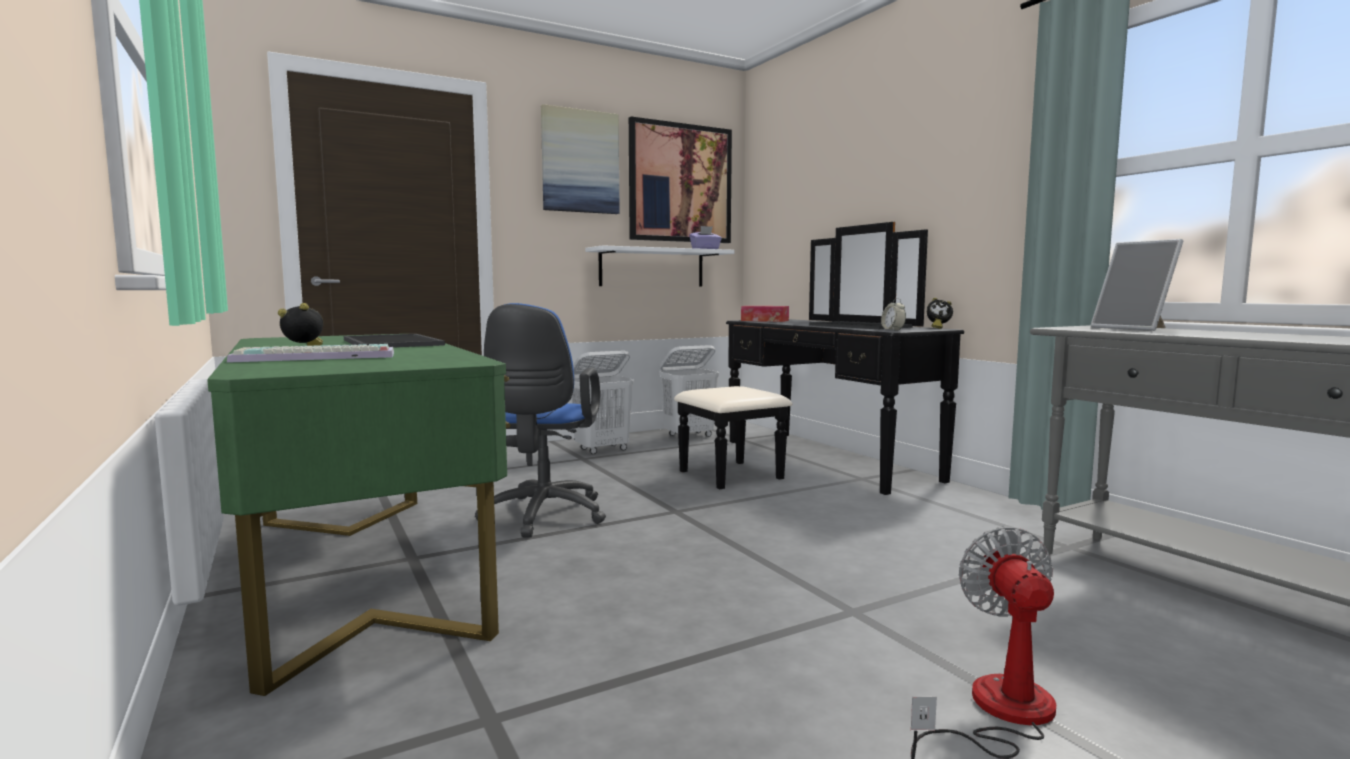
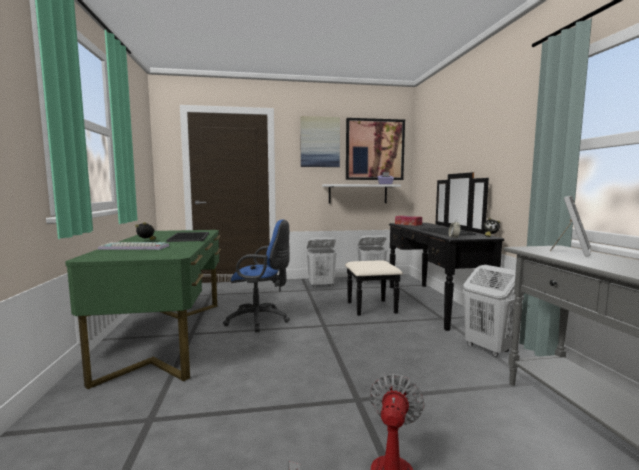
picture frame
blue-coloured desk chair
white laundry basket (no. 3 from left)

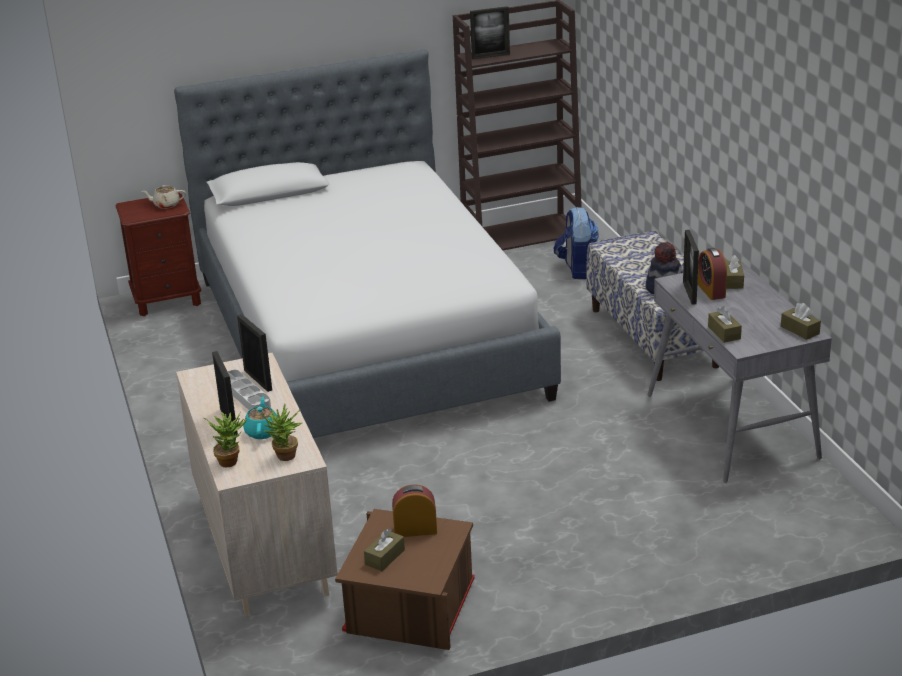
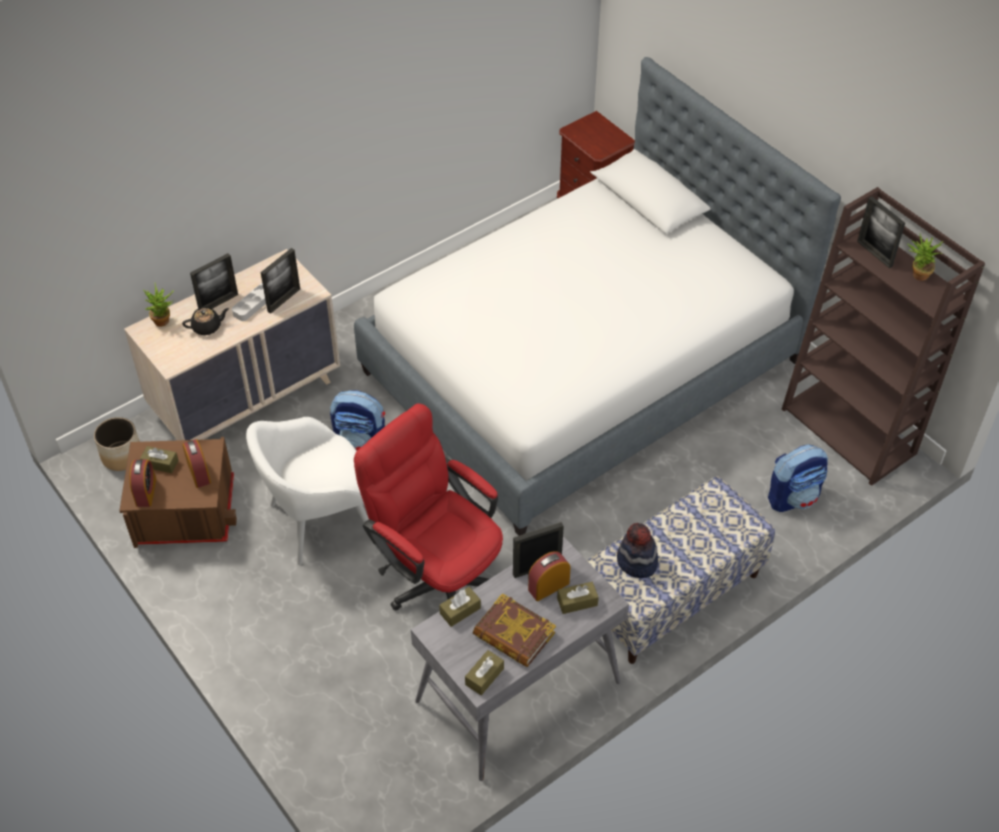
sand-coloured pot for tea
blackish pot for tea
potted plant (no. 2 from left)
backpack (no. 1 from left)
reddish desk chair
plant pot
white easy chair
table clock (no. 1 from left)
volume

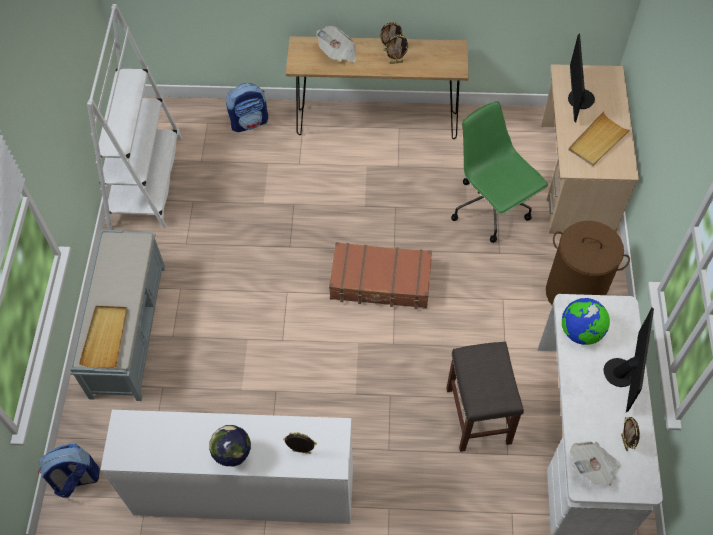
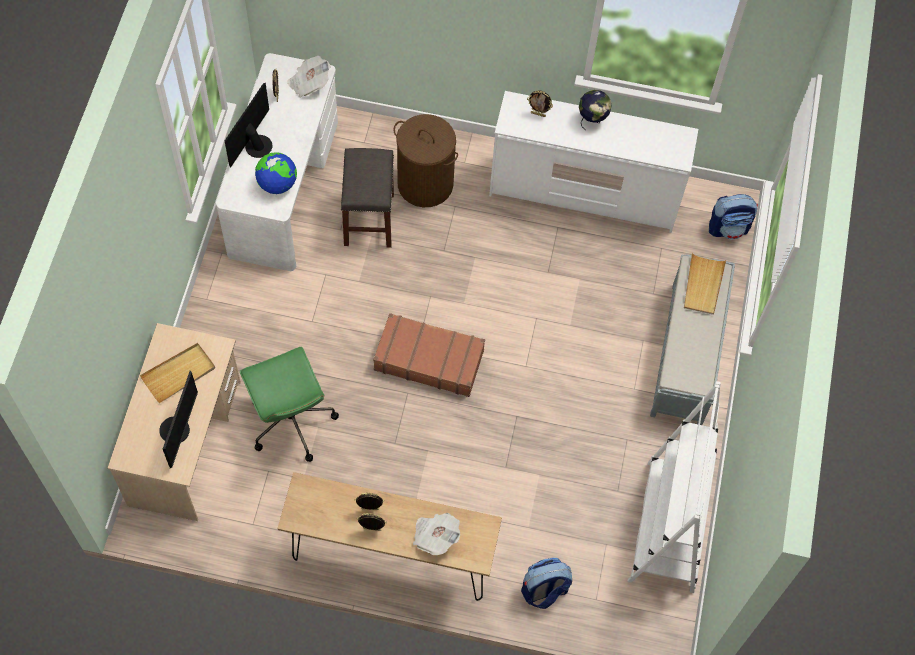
brown laundry basket

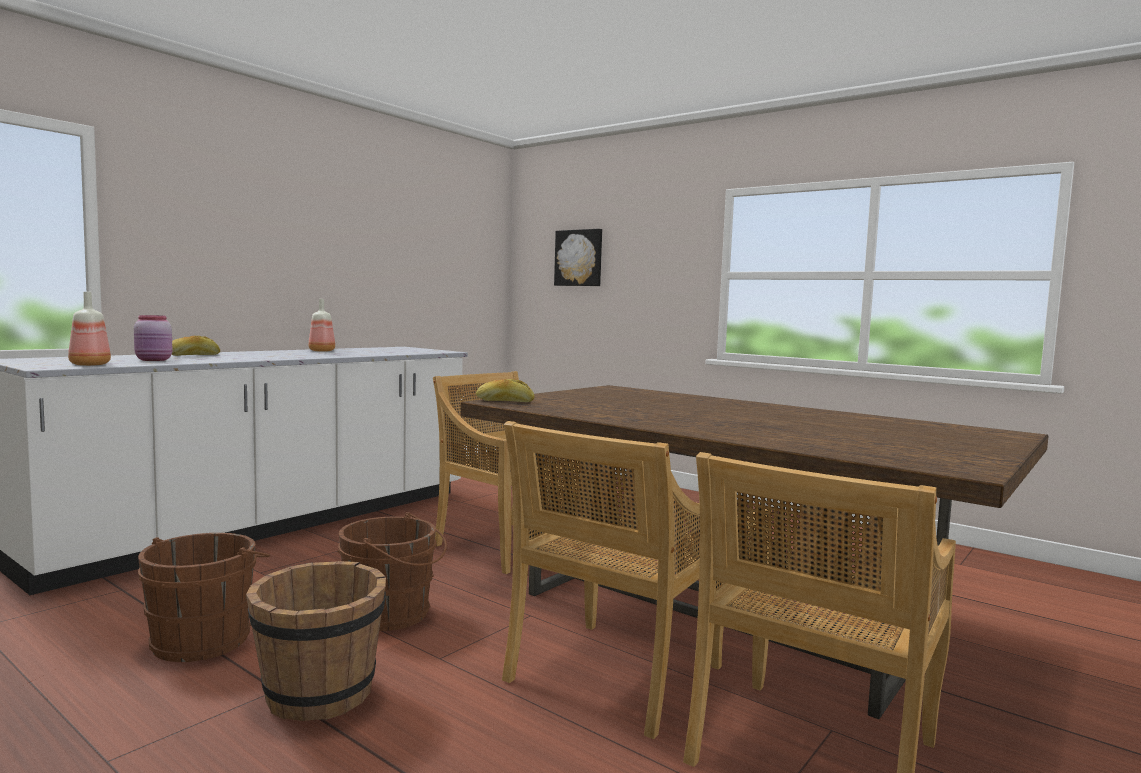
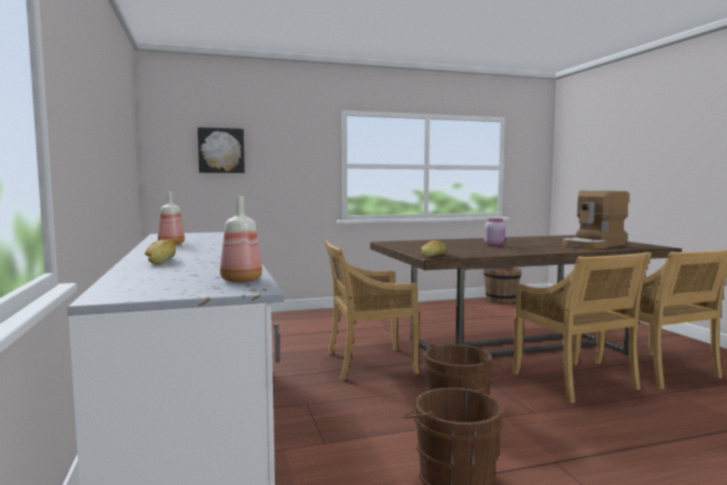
pink-coloured preserve jar
brown bucket (no. 3 from left)
coffee brewer

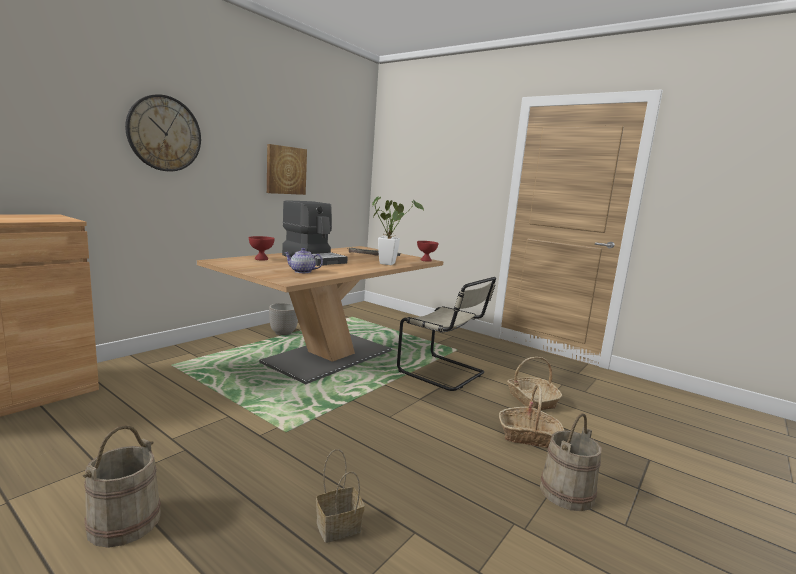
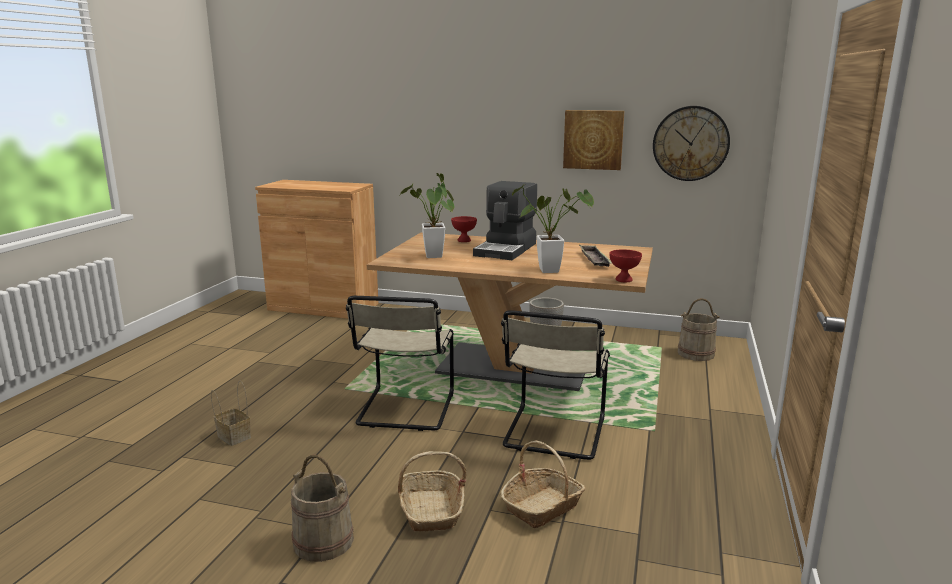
hanging clock
potted plant (no. 1 from left)
sand-coloured bucket (no. 2 from left)
sand-coloured plain chair (no. 1 from left)

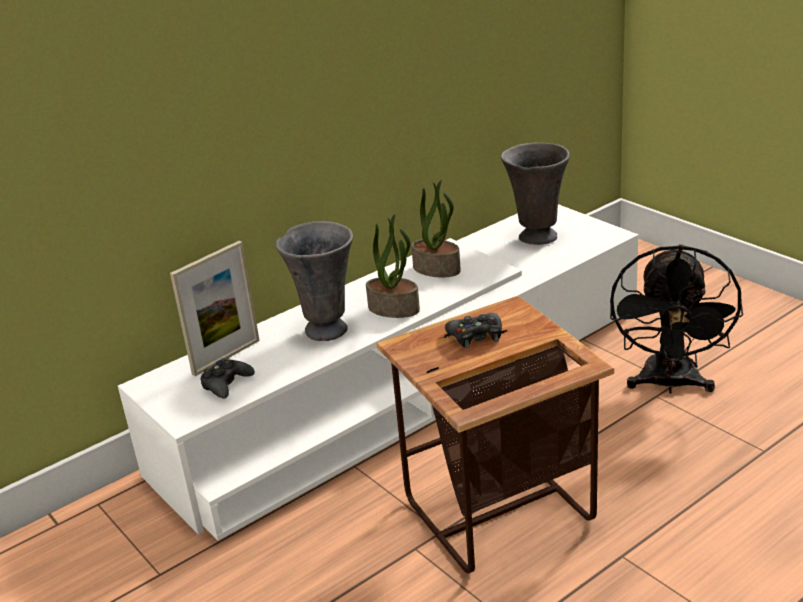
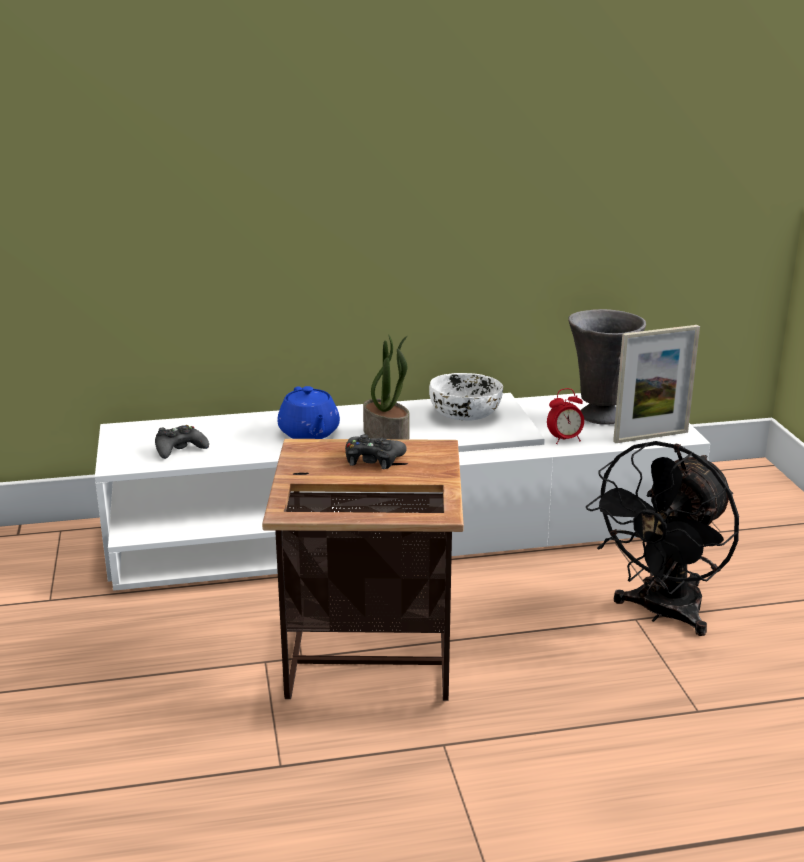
white deep dish
blue-coloured pot for tea
picture frame
table clock

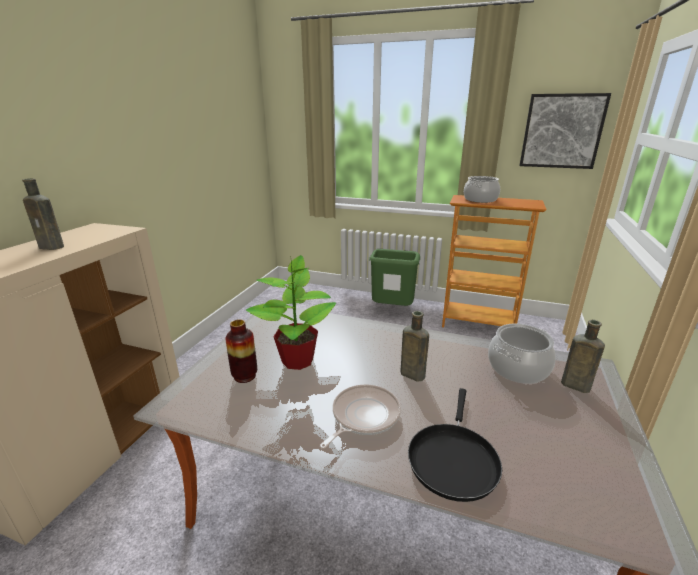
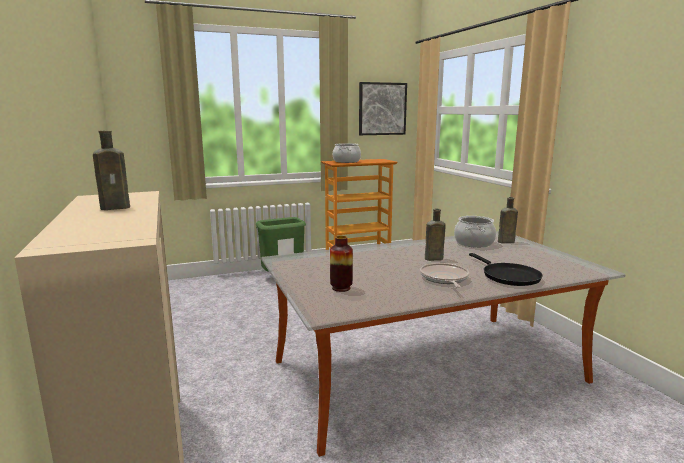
potted plant

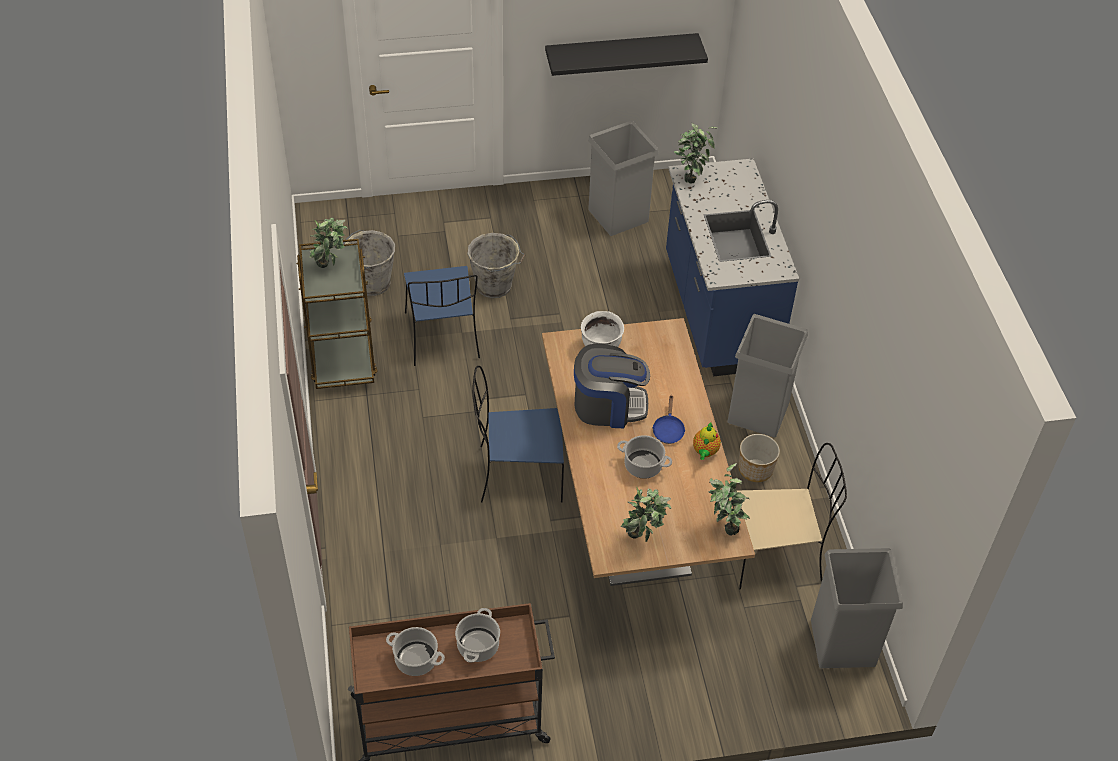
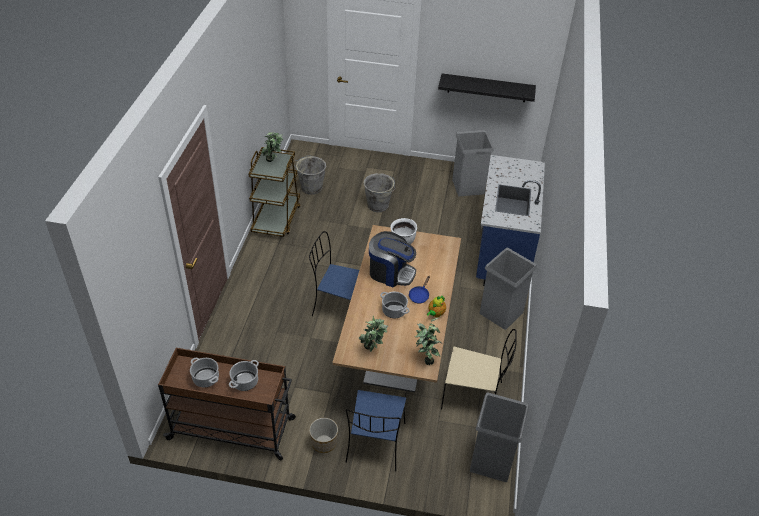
potted plant (no. 3 from left in the first image)
blue-coloured plain chair (no. 2 from left)
plant pot

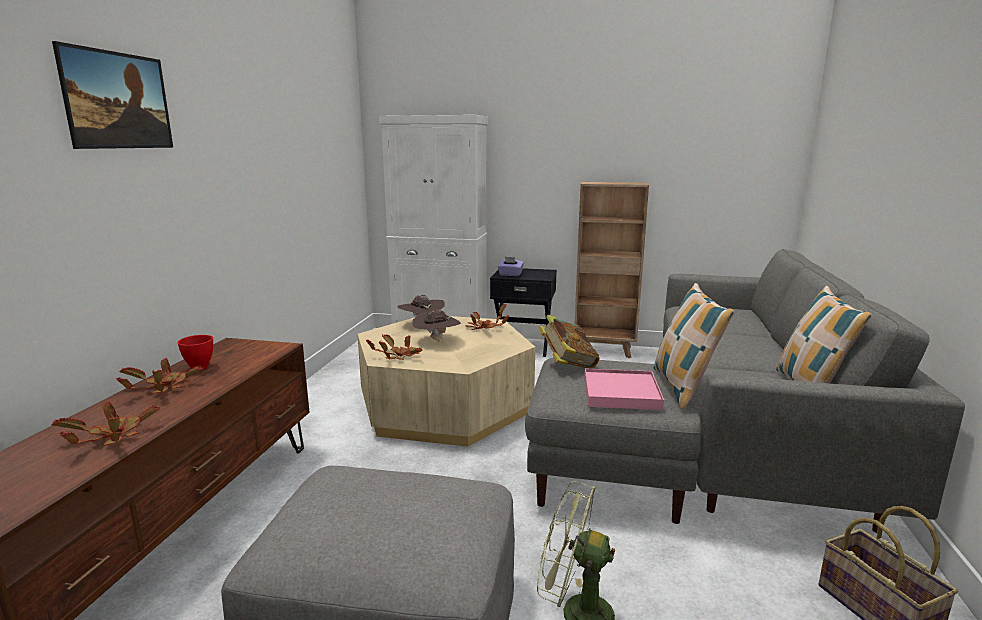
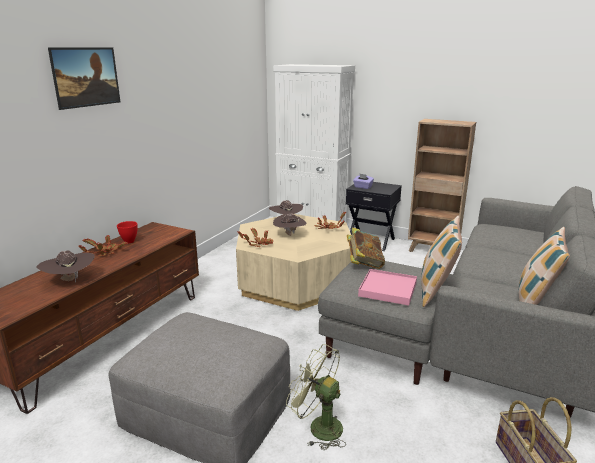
brown wearable hat (no. 1 from left)

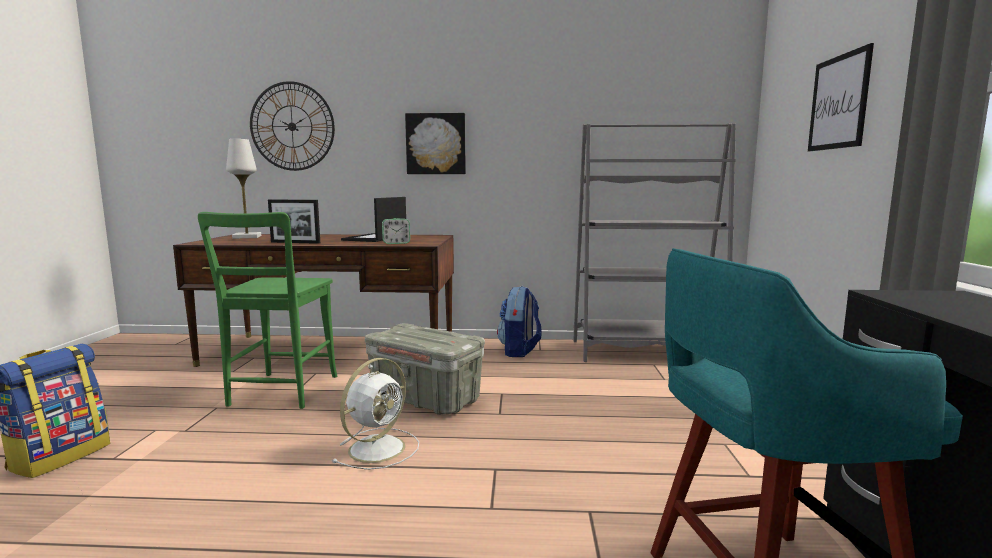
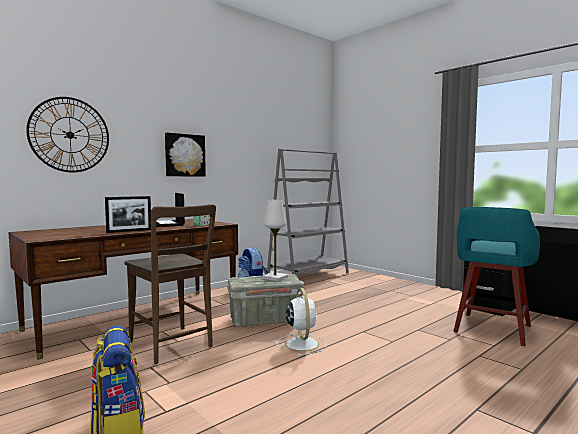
wall picture (no. 2 from left in the first image)
white lamp for a table
brown plain chair

